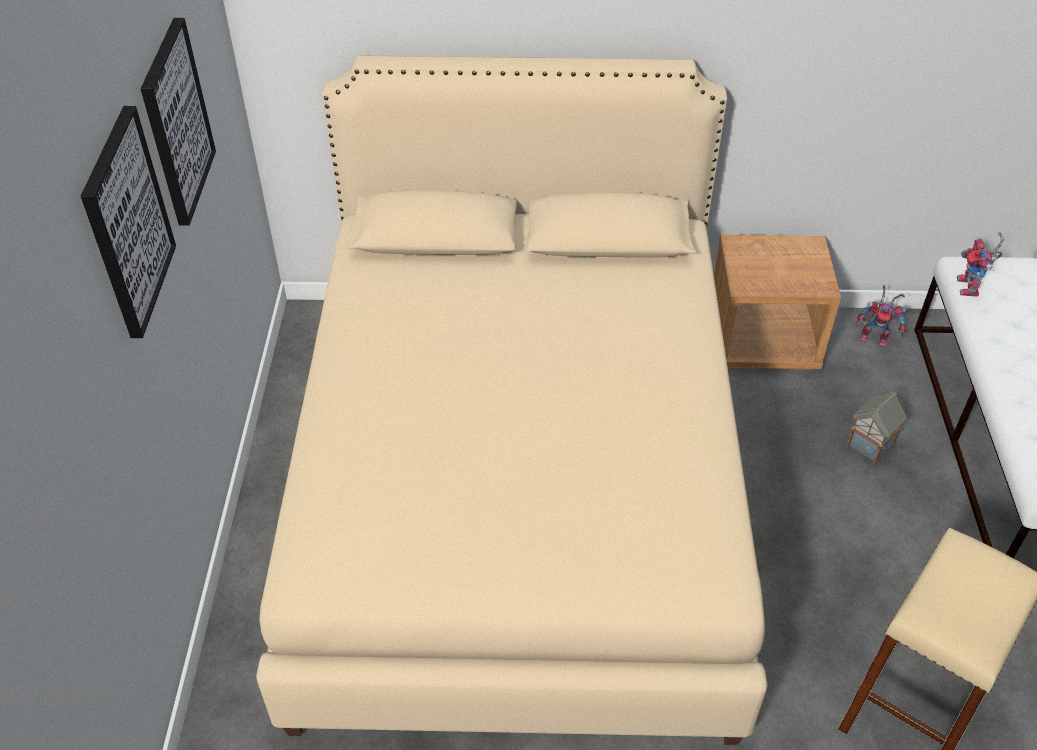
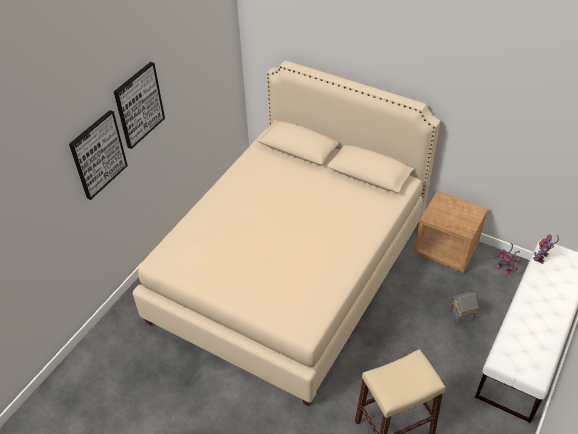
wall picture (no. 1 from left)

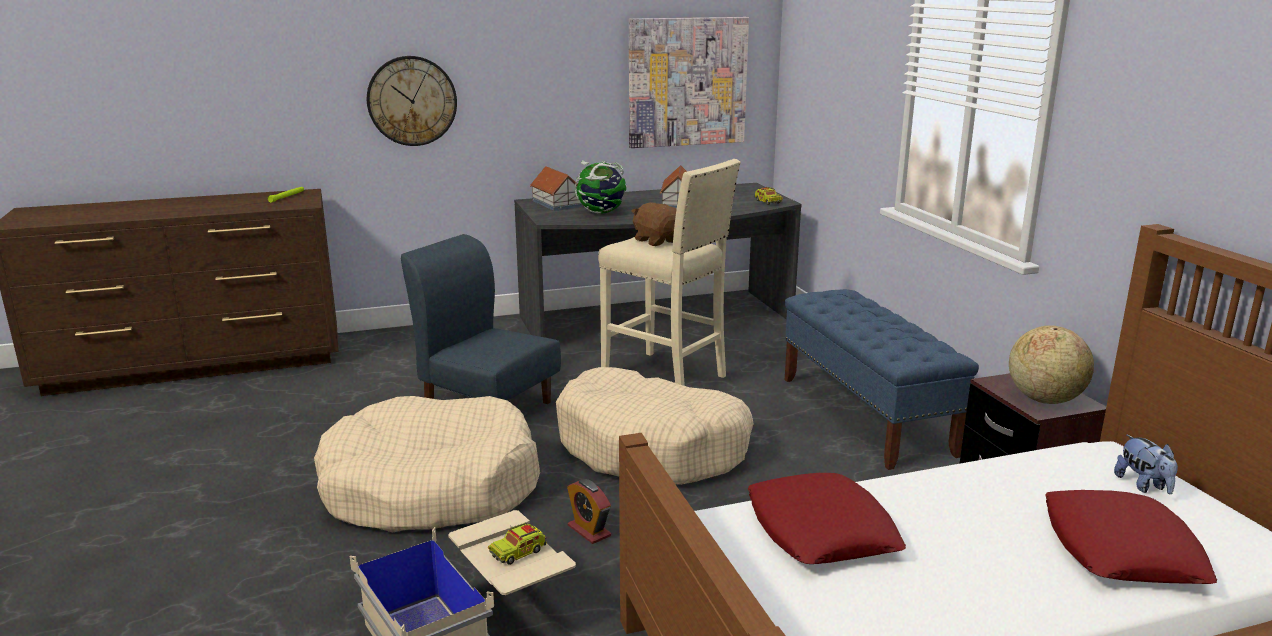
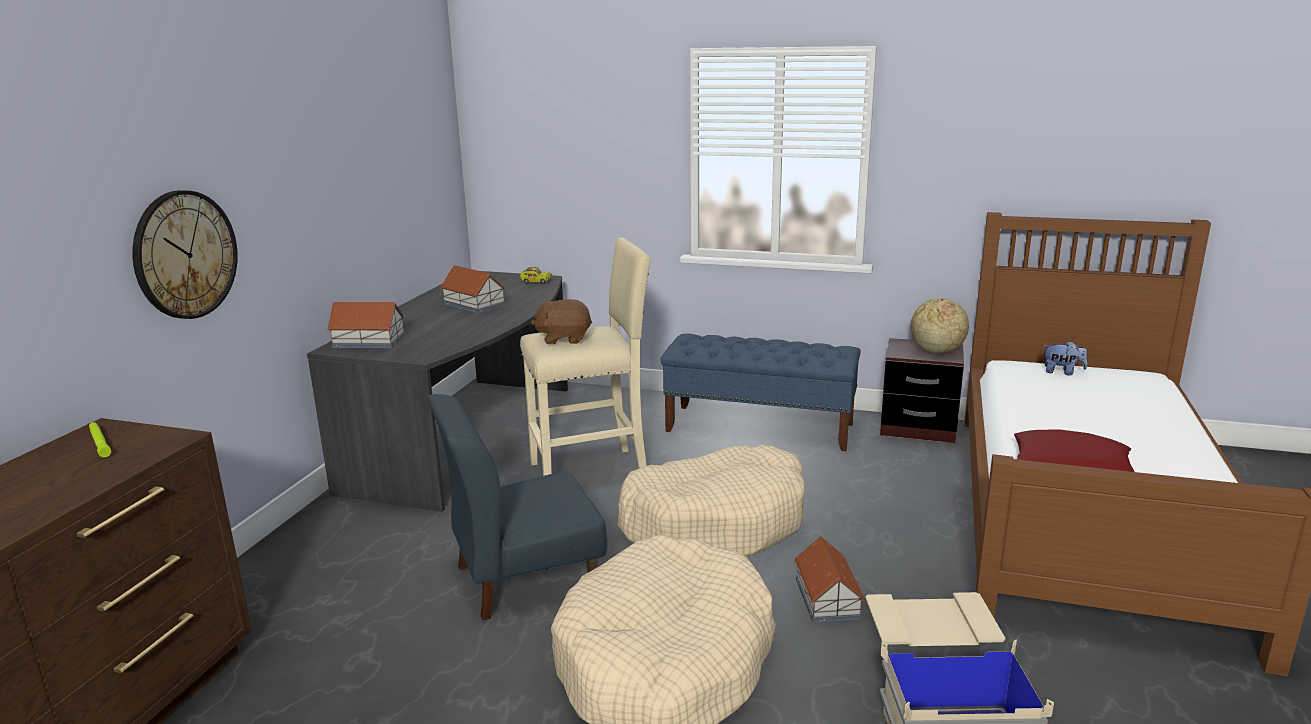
wall picture
desk globe (no. 1 from left in the first image)
model house (no. 3 from left)
reddish throw pillow (no. 2 from left in the first image)
toy lorry (no. 1 from left in the first image)

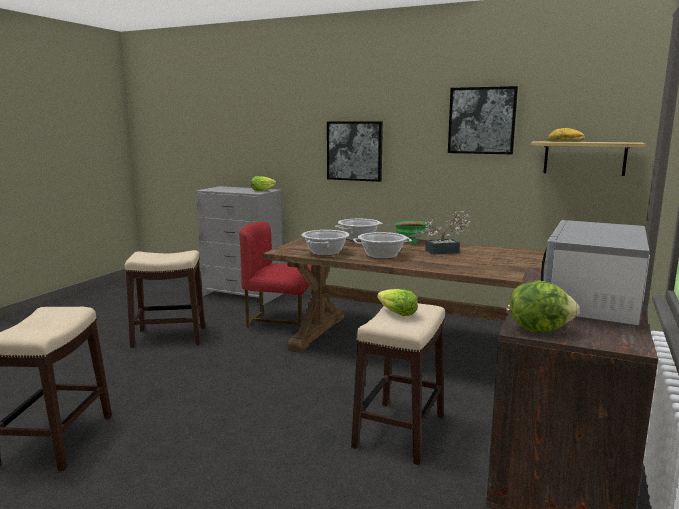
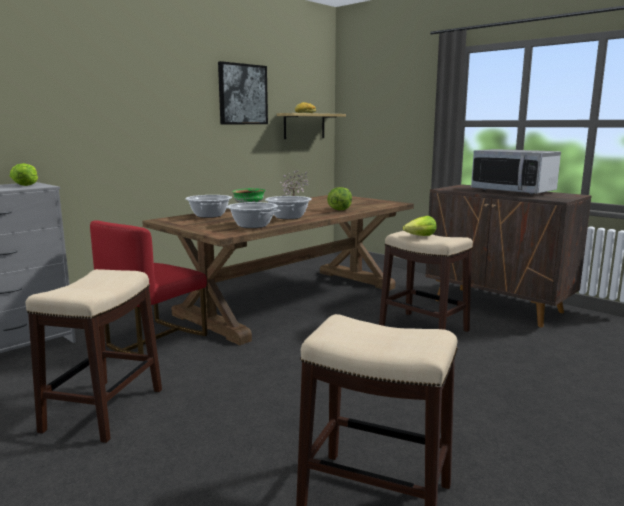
wall picture (no. 1 from left in the first image)
lettuce head (no. 2 from left)

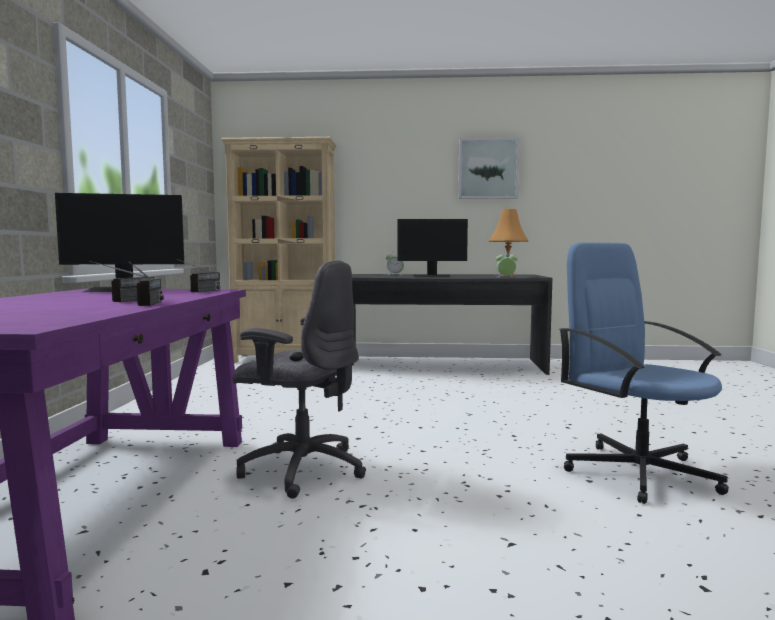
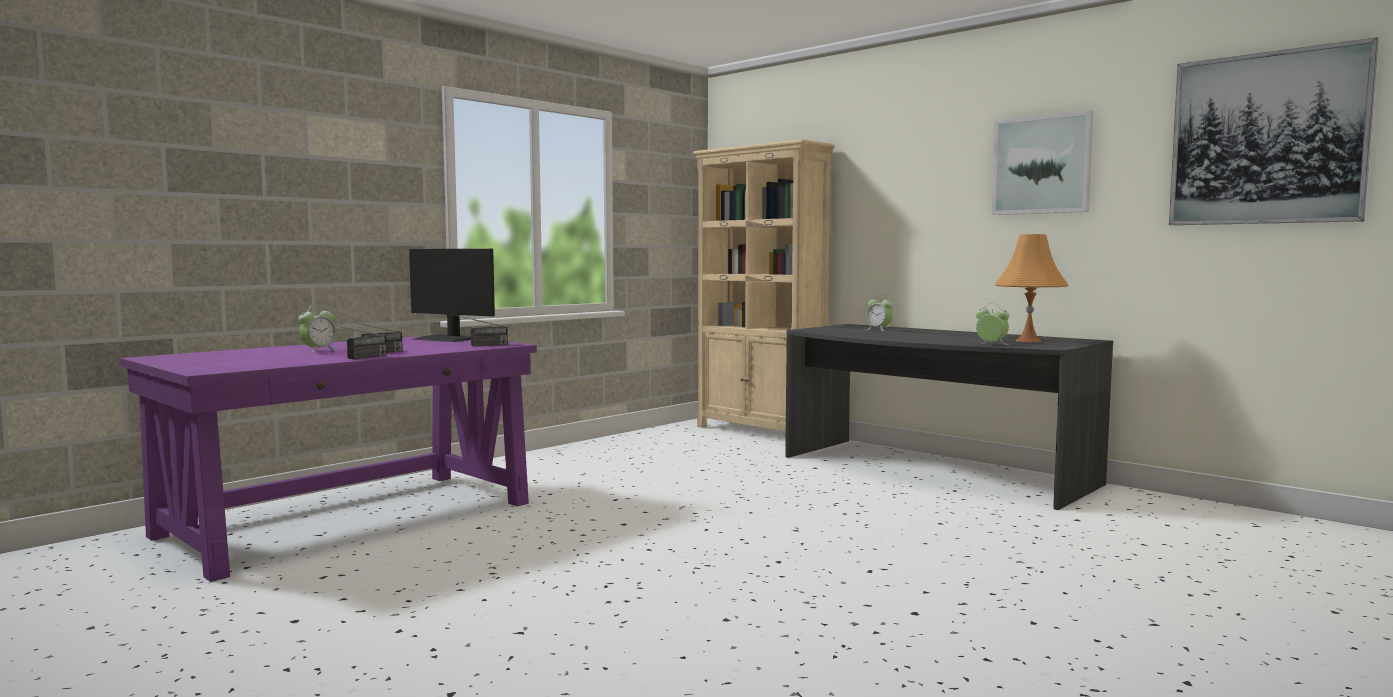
monitor (no. 2 from left in the first image)
blue-coloured desk chair
greyish desk chair
wall picture (no. 2 from left)
table clock (no. 1 from left)

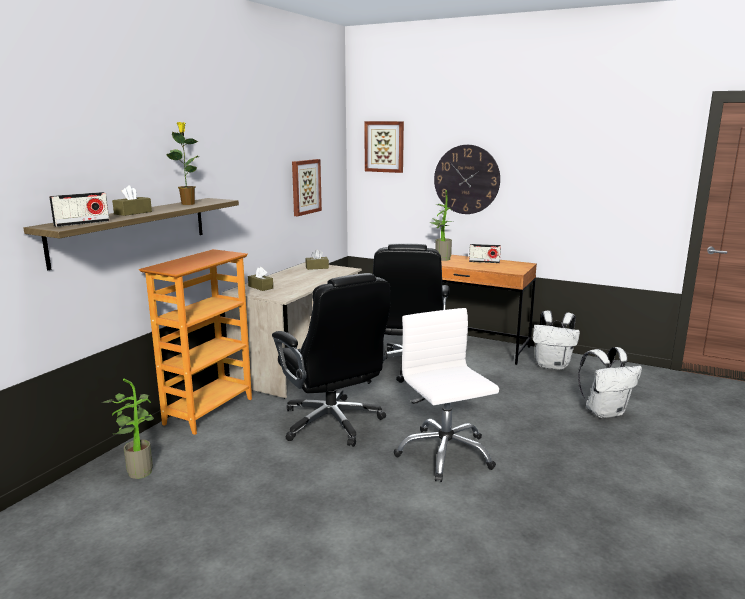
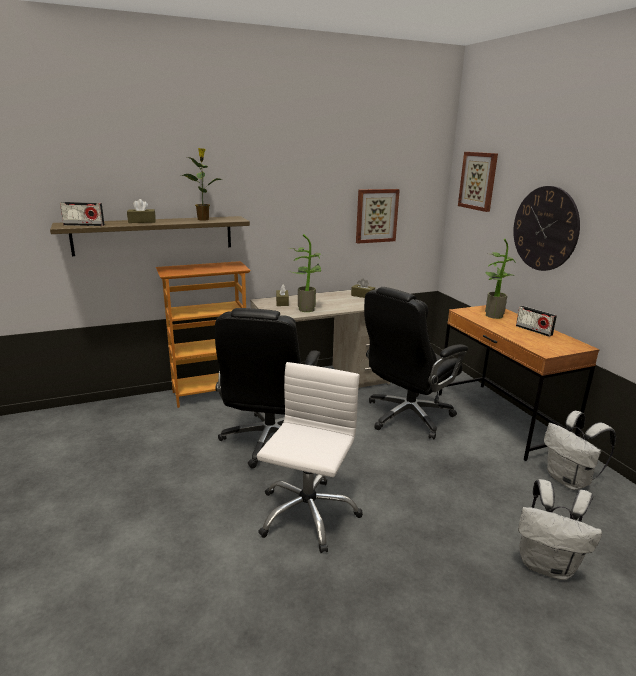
potted plant (no. 2 from left)

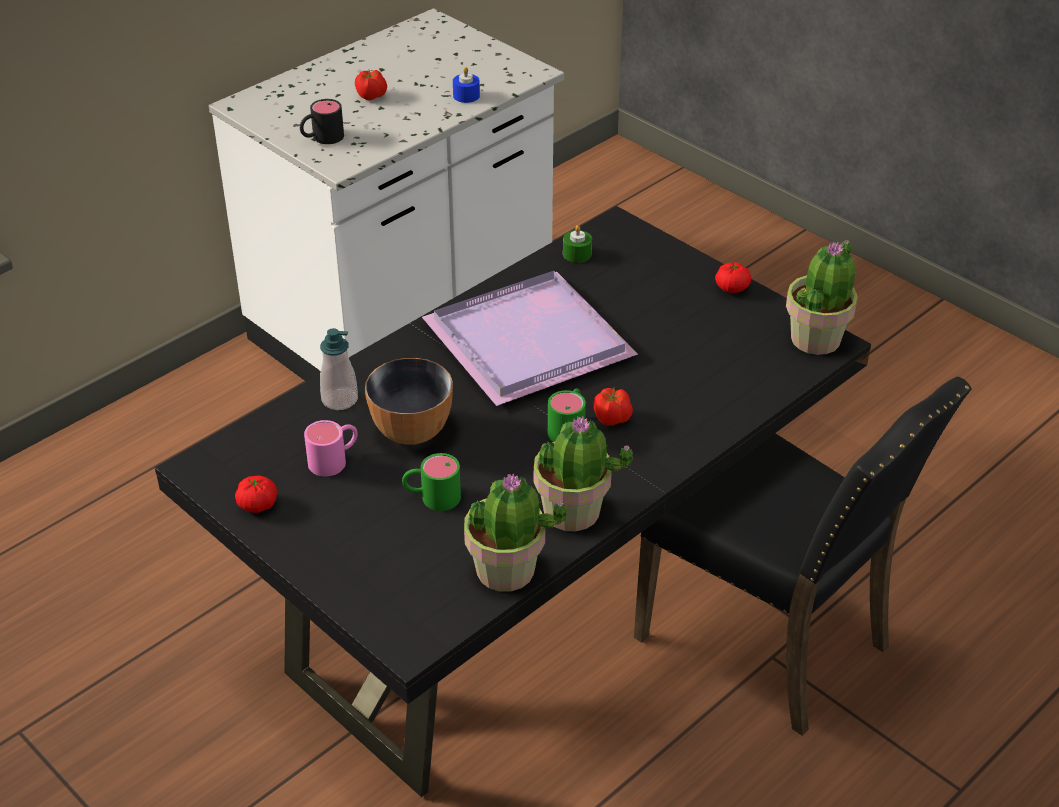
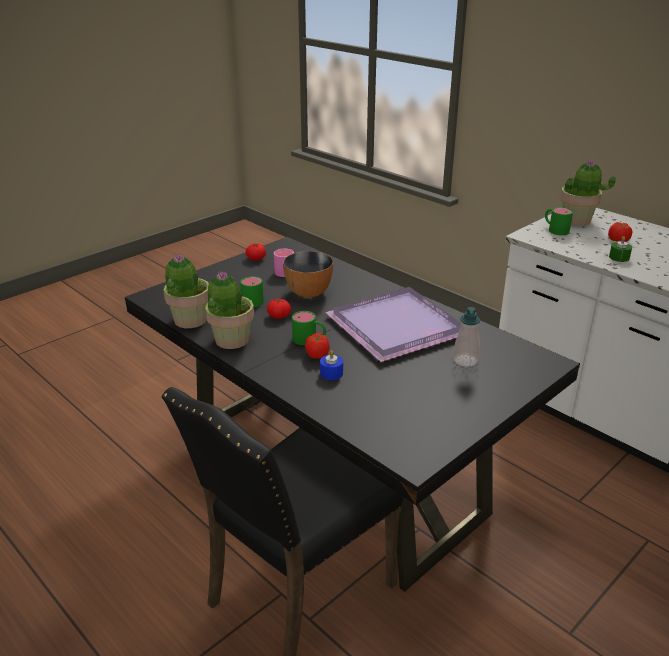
blue-coloured wax candle
greenish mug (no. 3 from left)
greenish wax candle
potted plant (no. 3 from left)
whole tomato (no. 2 from left)
soap dispenser

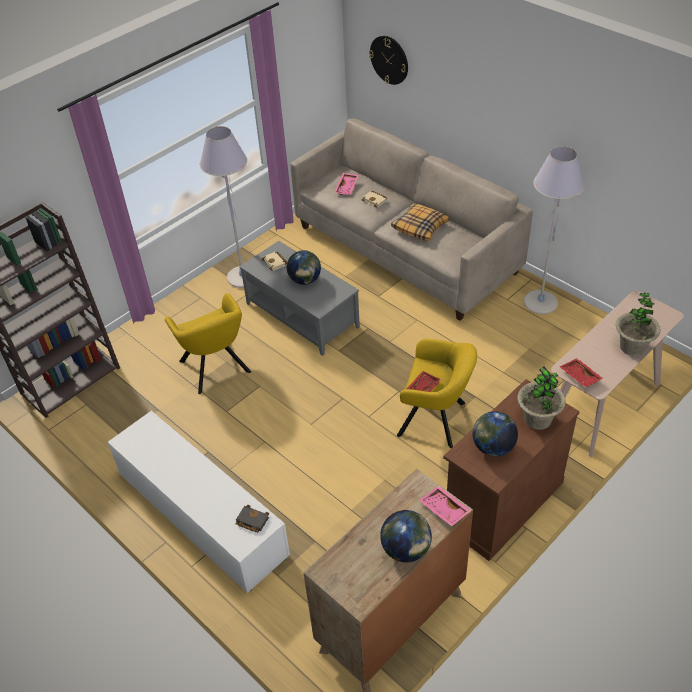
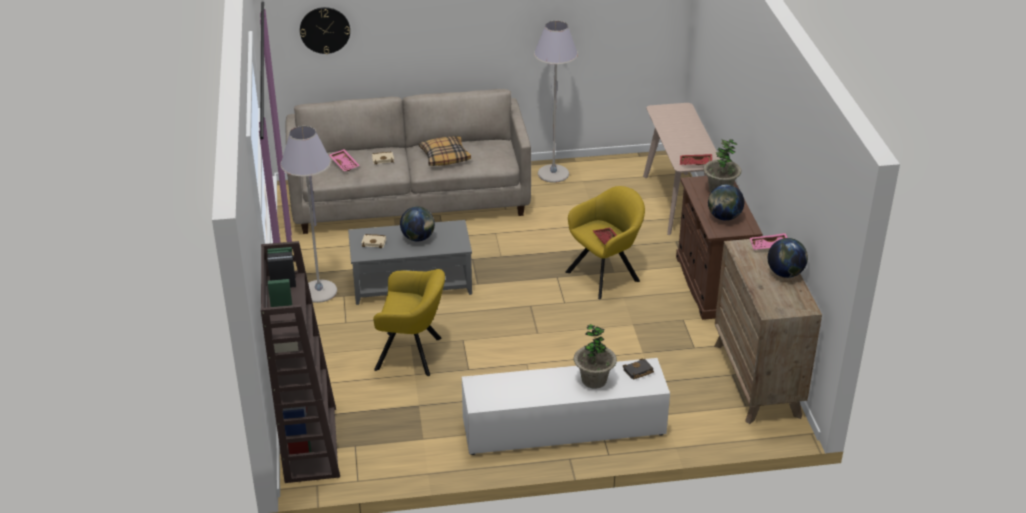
potted plant (no. 1 from left)

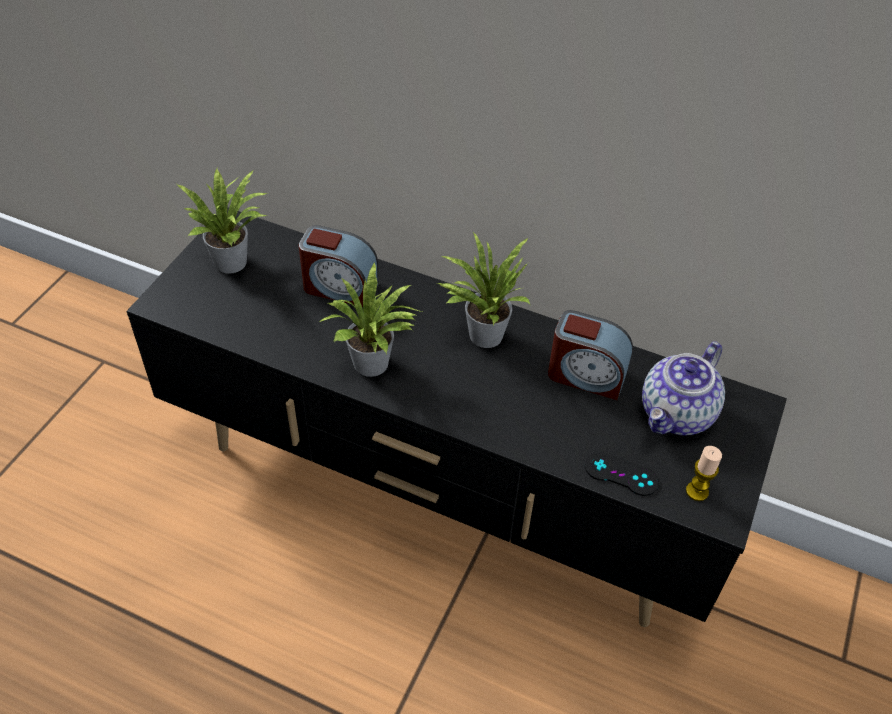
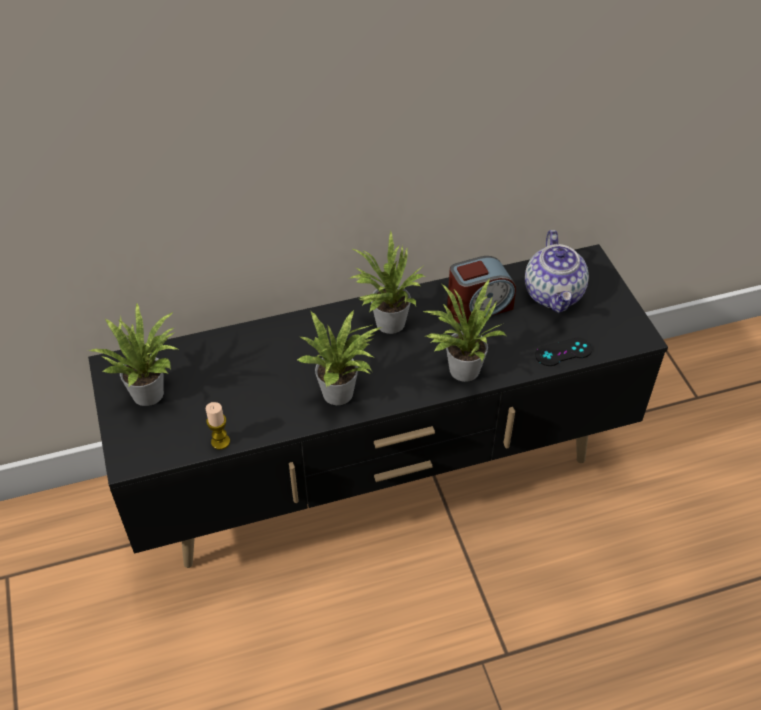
table clock (no. 1 from left in the first image)
wax candle
potted plant (no. 4 from left)

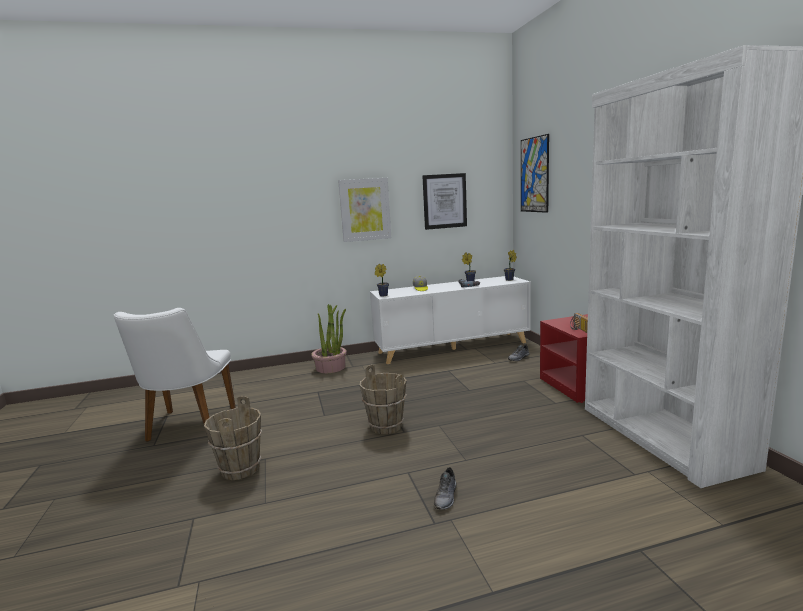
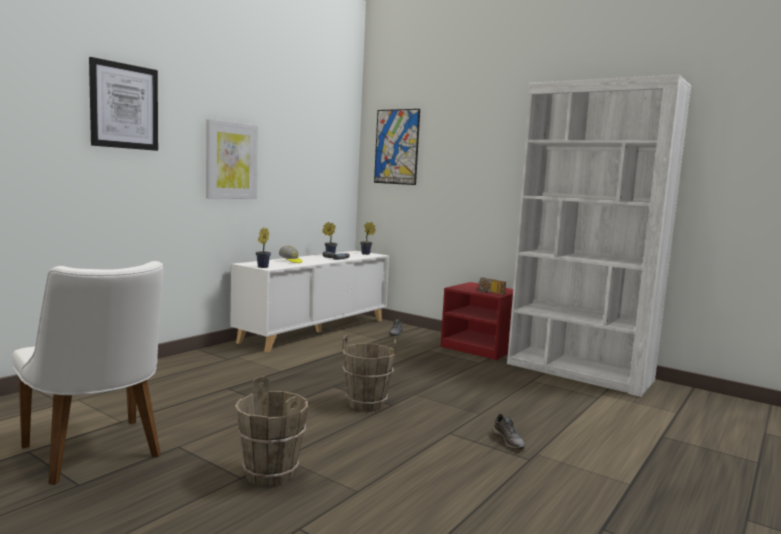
wall picture (no. 1 from left)
potted plant (no. 1 from left in the first image)

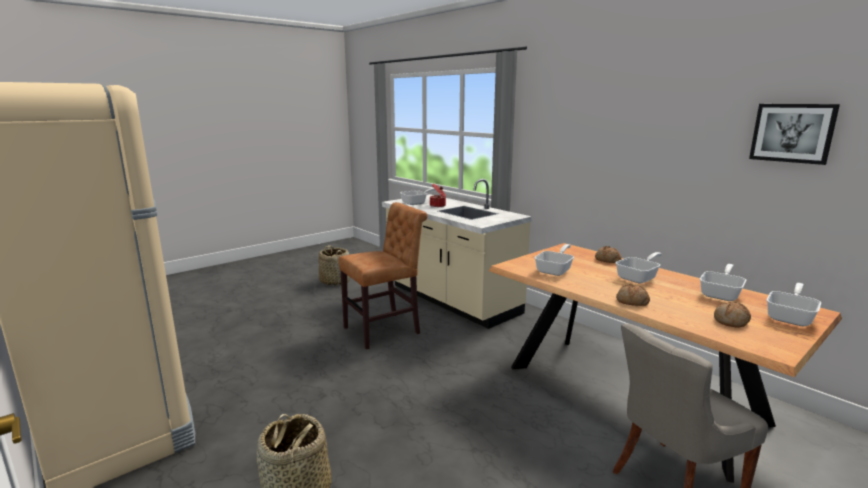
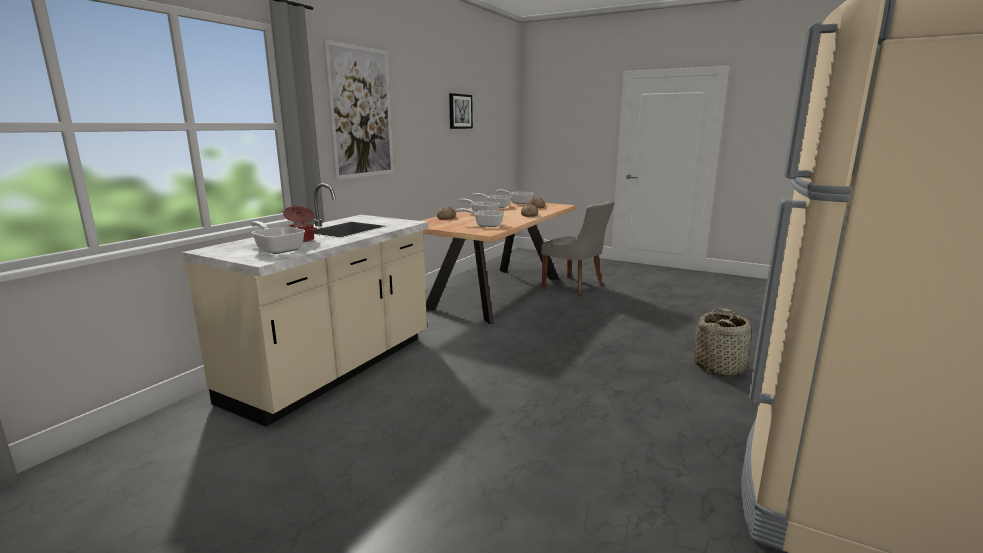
brown plain chair
basket (no. 2 from left in the first image)
wall picture (no. 1 from left)

